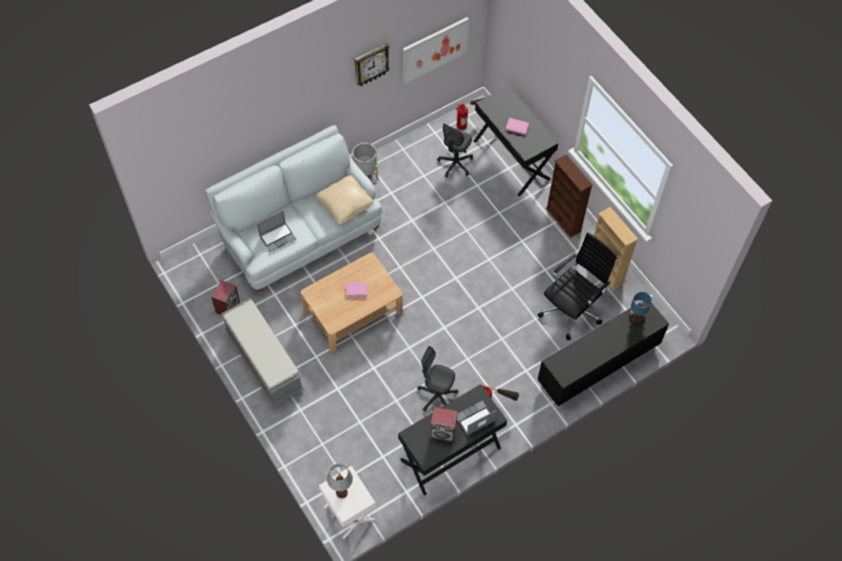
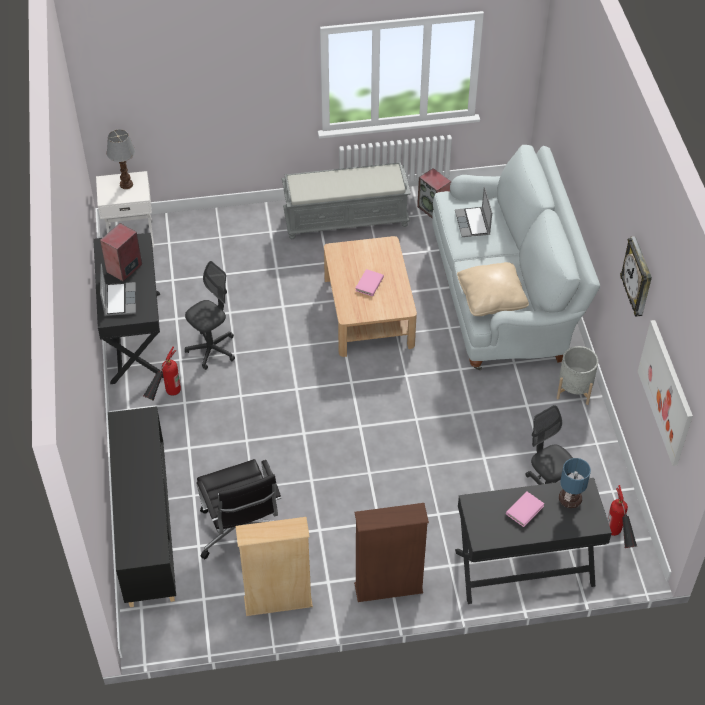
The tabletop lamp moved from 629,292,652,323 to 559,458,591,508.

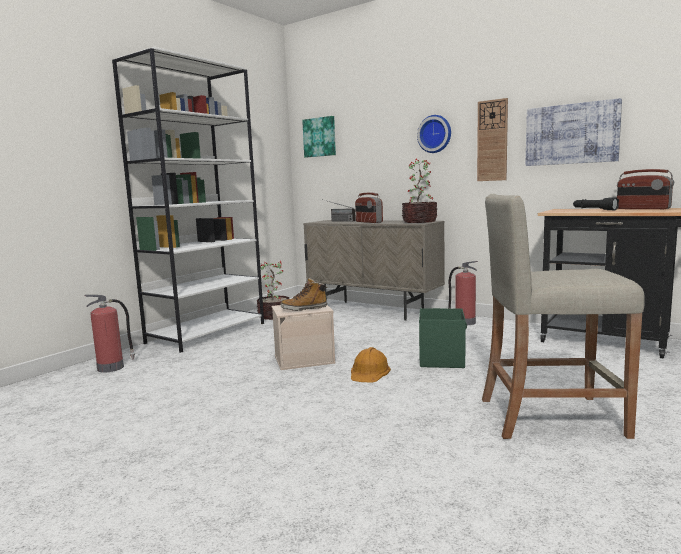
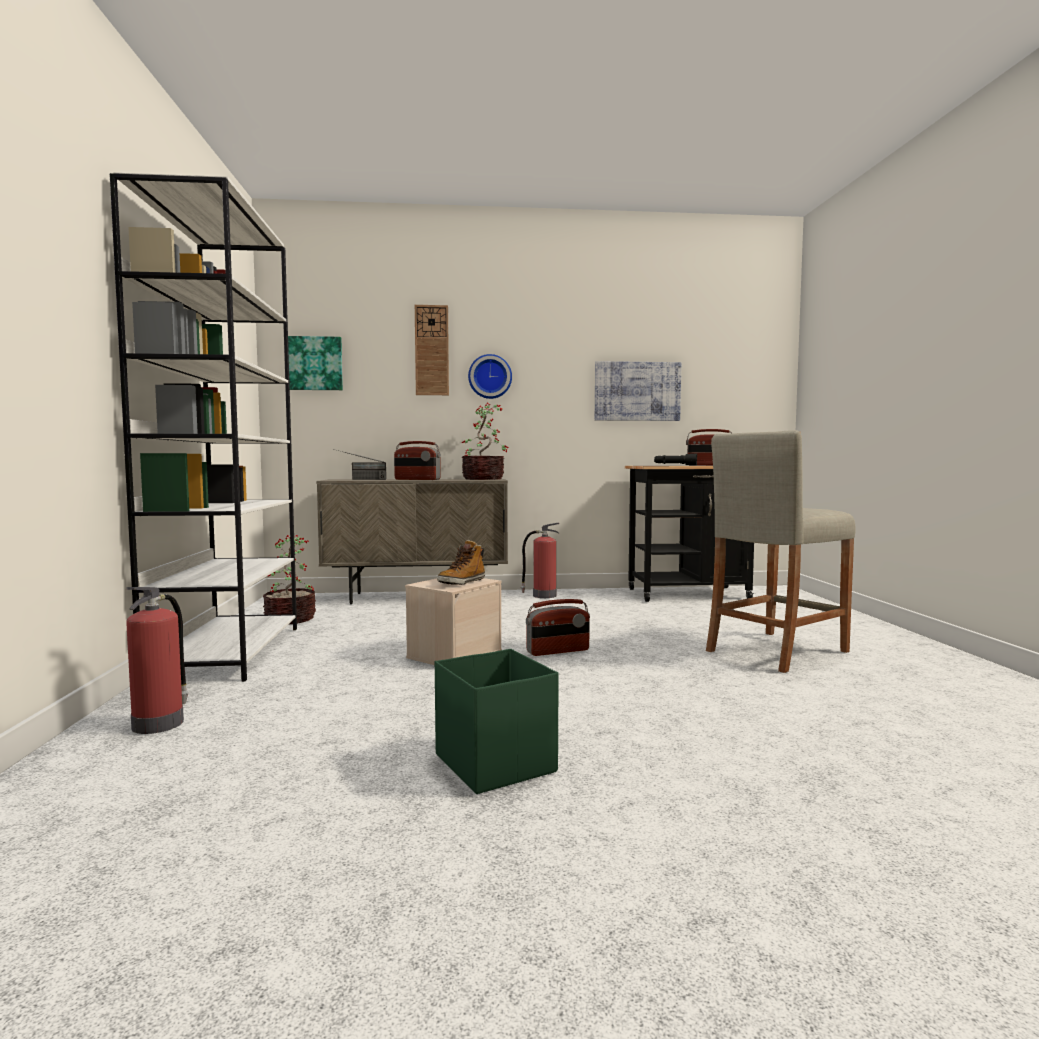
The hanging clock moved from 477,98,508,181 to 415,305,449,395.
The storage bin/green moved from 419,308,467,368 to 435,649,559,794.
The work helmet/orangey at 351,347,391,382 was replaced by the radio at 526,599,590,656.

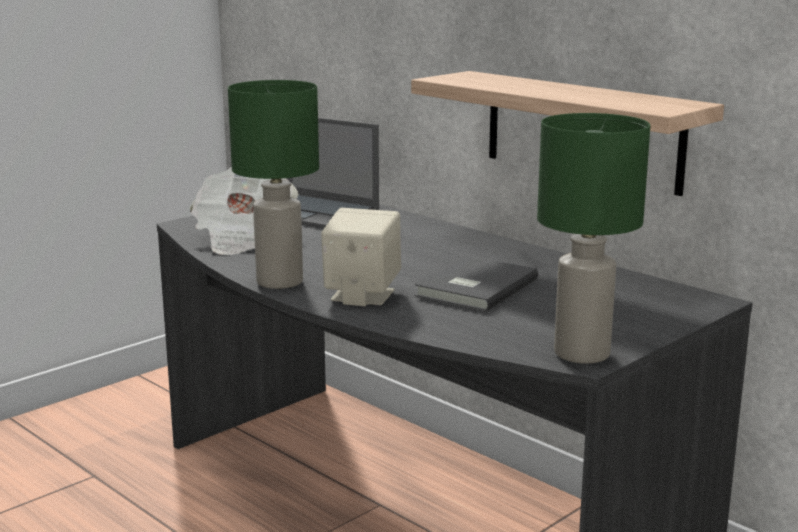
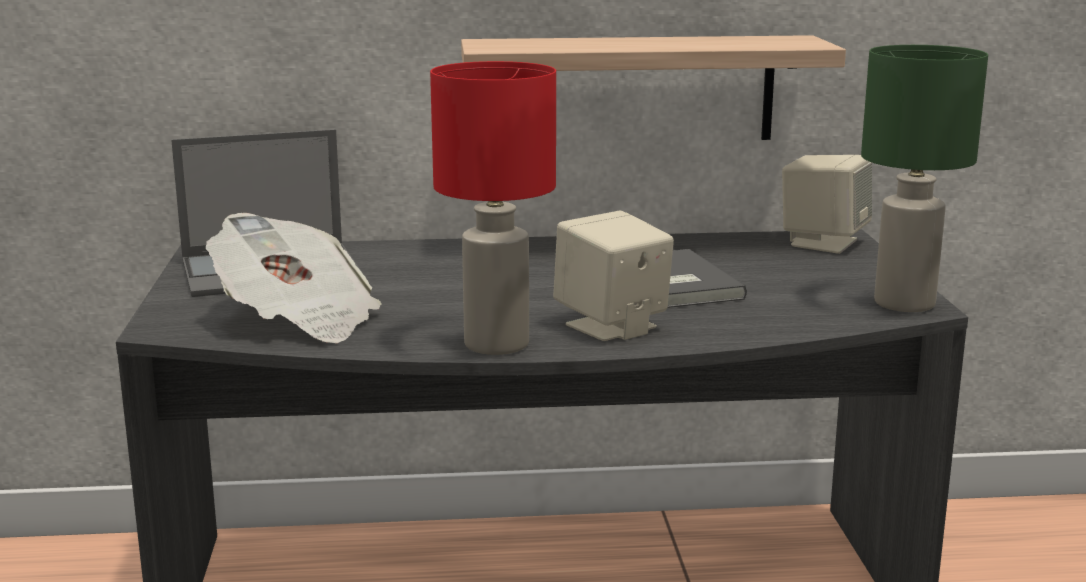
The tabletop lamp/green at 228,80,319,289 became the tabletop lamp/red at 430,61,556,355.
The audio speaker/beige-coloured at 782,155,872,254 appeared.

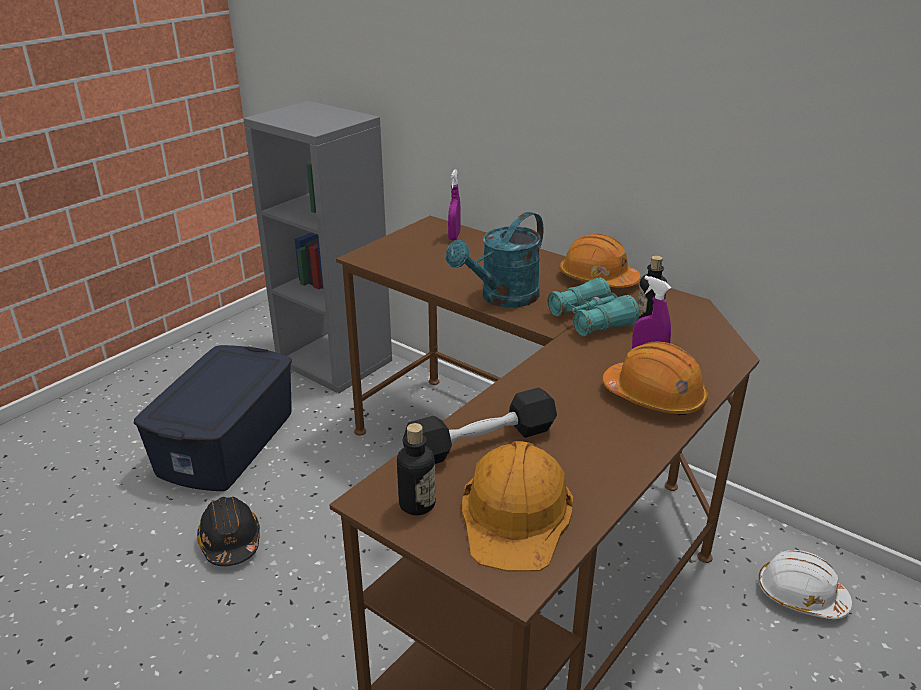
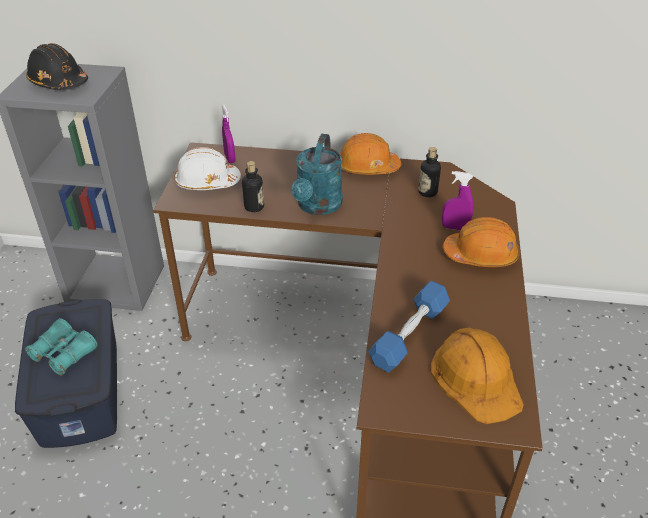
The pair of binoculars/blue-green moved from 547,278,639,336 to 25,318,97,375.
The work helmet/black-coloured moved from 197,497,260,566 to 26,43,88,90.
The work helmet/white moved from 758,550,852,619 to 174,147,241,190.
The beverage bottle moved from 397,423,436,515 to 242,161,264,212.
The dumbbell/black-coloured at 403,388,557,464 became the dumbbell/blue at 368,281,450,373.

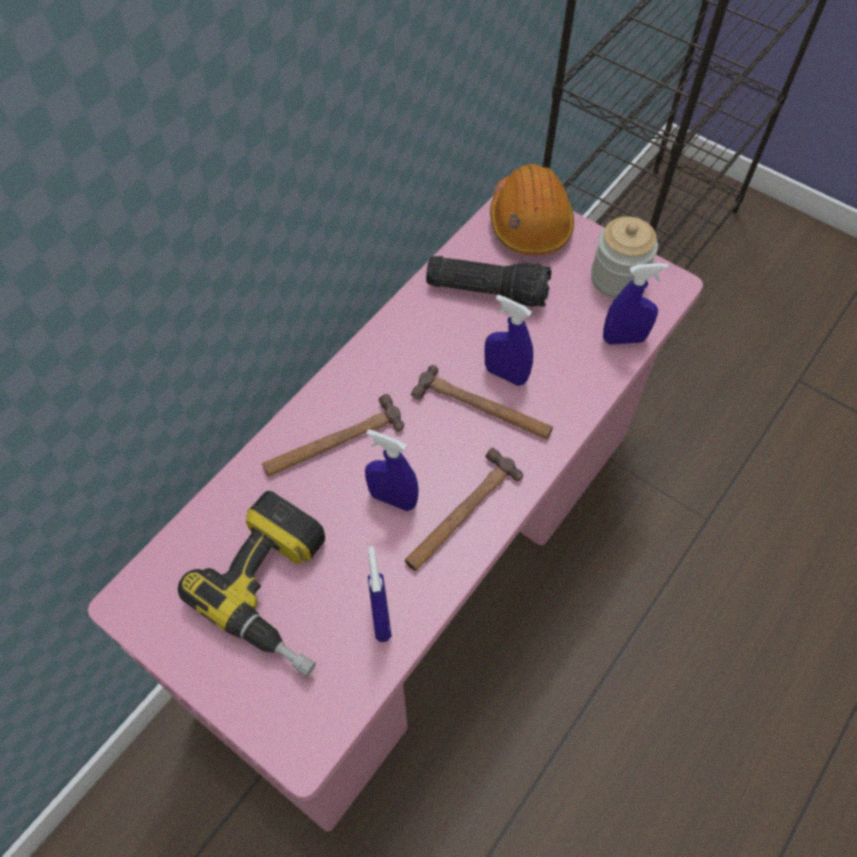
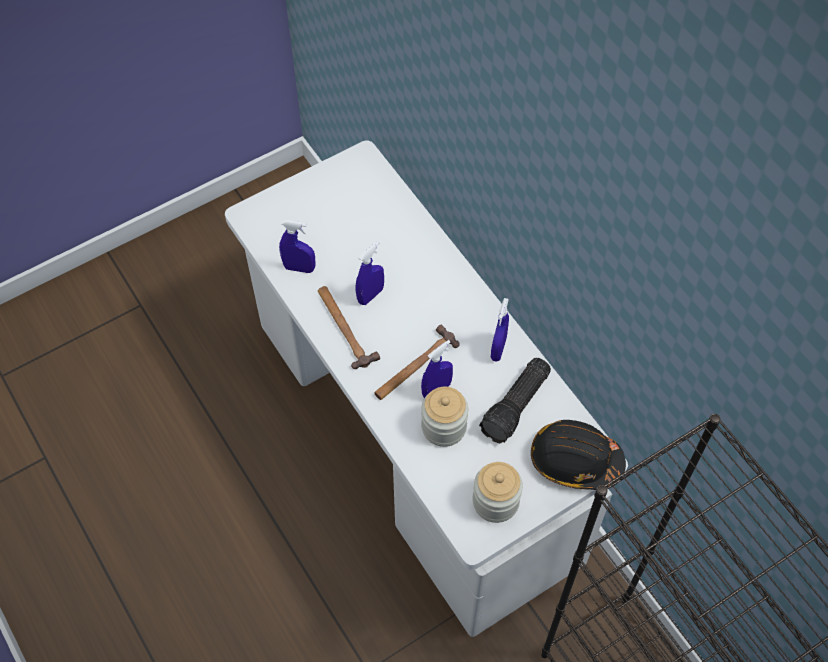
The desk/pink at 88,195,703,832 became the desk/white at 225,140,628,637.
The jar at 421,387,468,447 appeared.
The sprayer/blue moved from 603,263,669,344 to 491,298,509,362.
The work helmet/orangey at 490,164,574,255 became the work helmet/black-coloured at 531,420,626,490.
The drill at 178,491,325,677 disappeared.
The hammer at 262,394,404,477 disappeared.

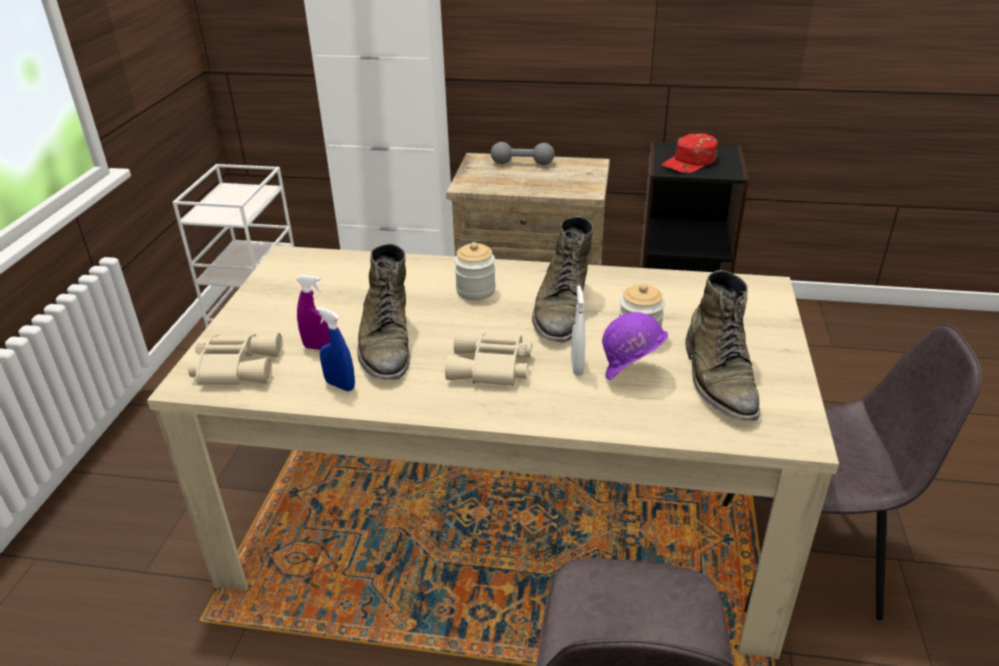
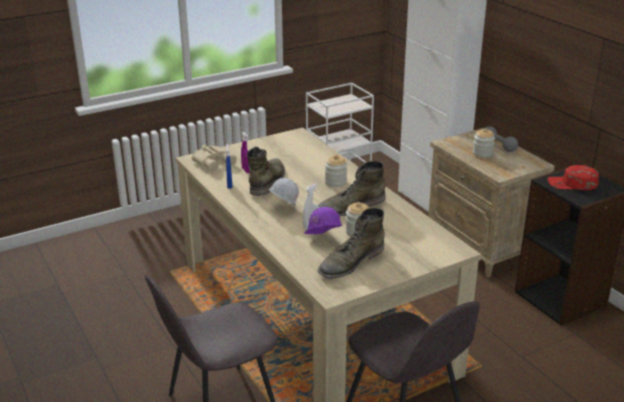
The tall boot/green at 357,243,410,380 turned 150 degrees clockwise.
The pair of binoculars/beige-coloured at 445,330,532,386 was replaced by the work helmet/white at 269,178,299,206.
The jar at 473,128,495,158 appeared.

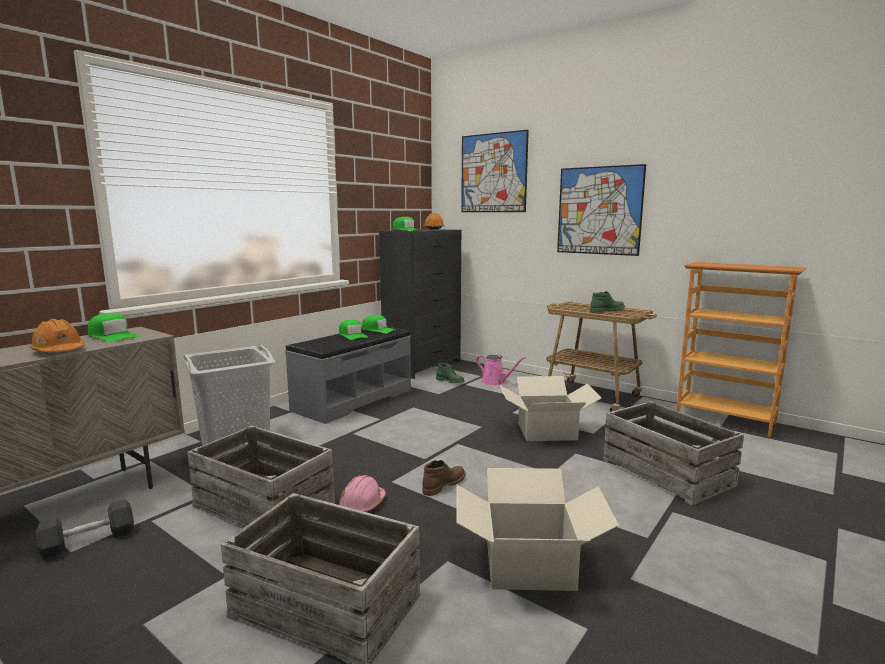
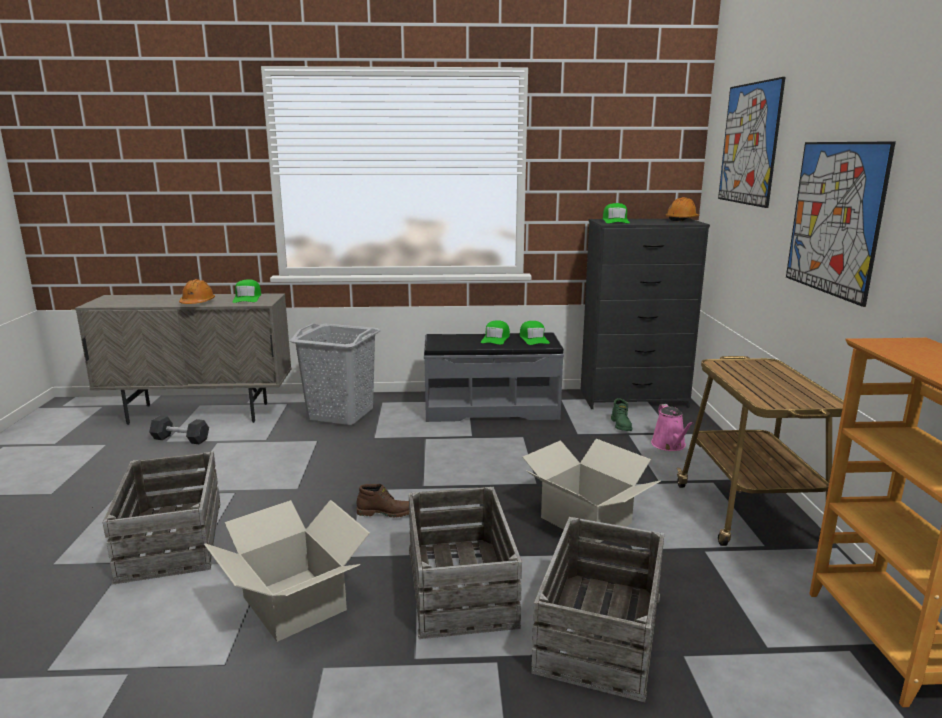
The packing crate moved from 188,425,335,536 to 409,487,522,639.
The work helmet/pink at 339,475,386,512 disappeared.
The tall boot/green at 590,291,625,313 disappeared.

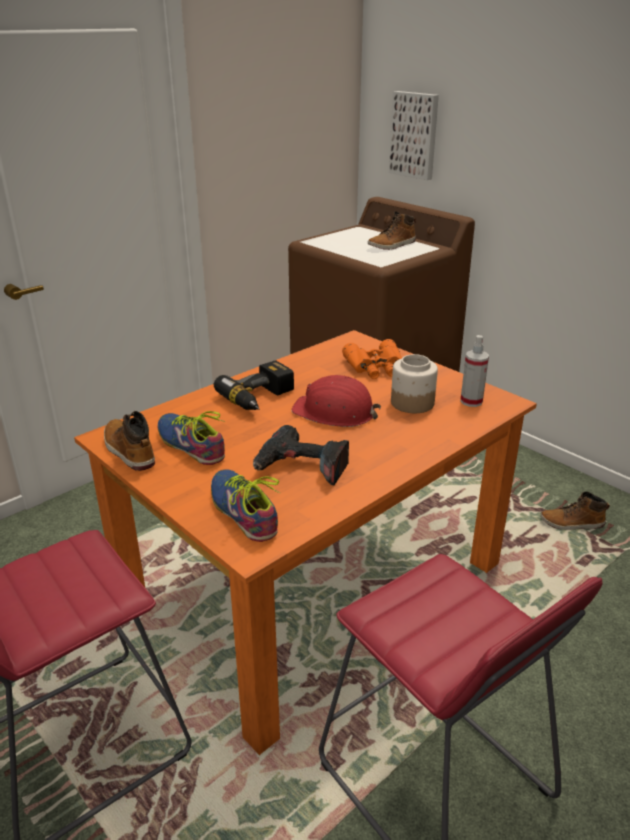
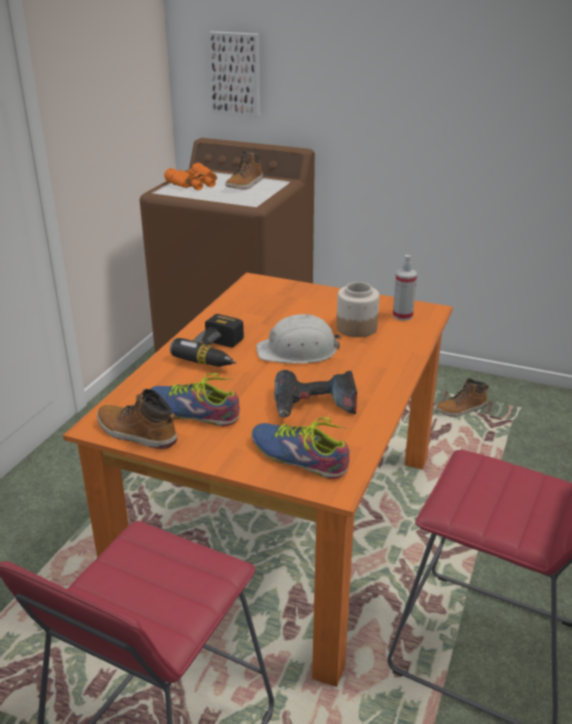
The pair of binoculars/orangey moved from 342,339,402,379 to 164,163,217,190.
The work helmet/red at 291,375,381,427 became the work helmet/white at 256,314,341,364.

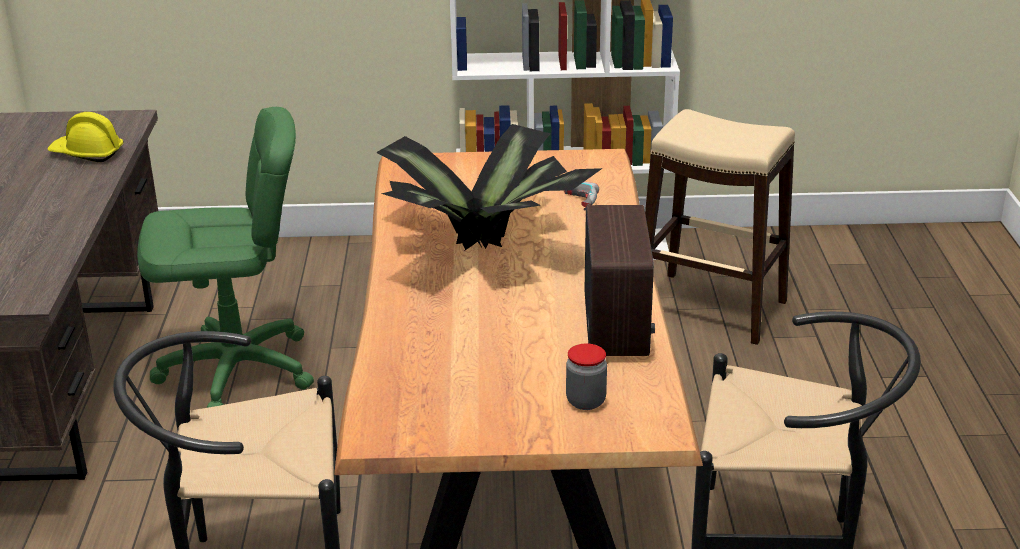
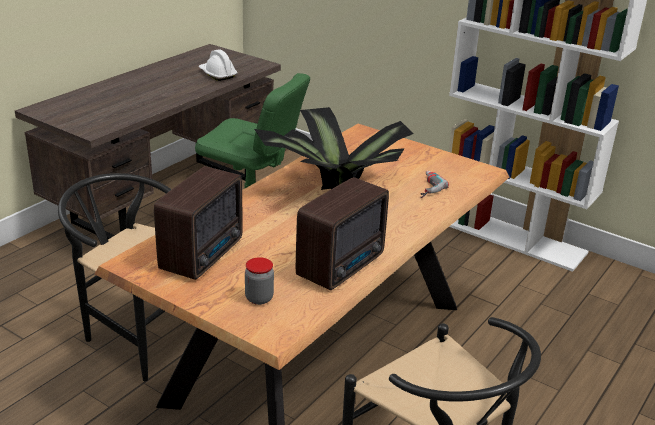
The radio at 154,166,242,280 appeared.
The work helmet/yellowish at 47,112,124,162 became the work helmet/white at 199,50,238,81.
The stool seat/beige-coloured at 645,109,795,345 disappeared.

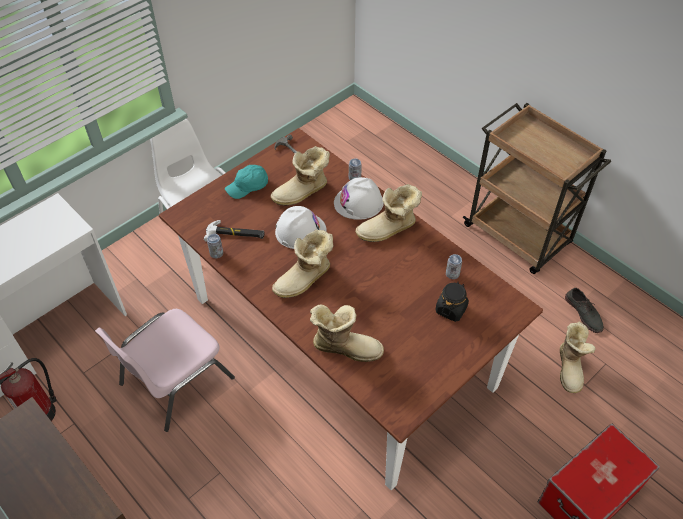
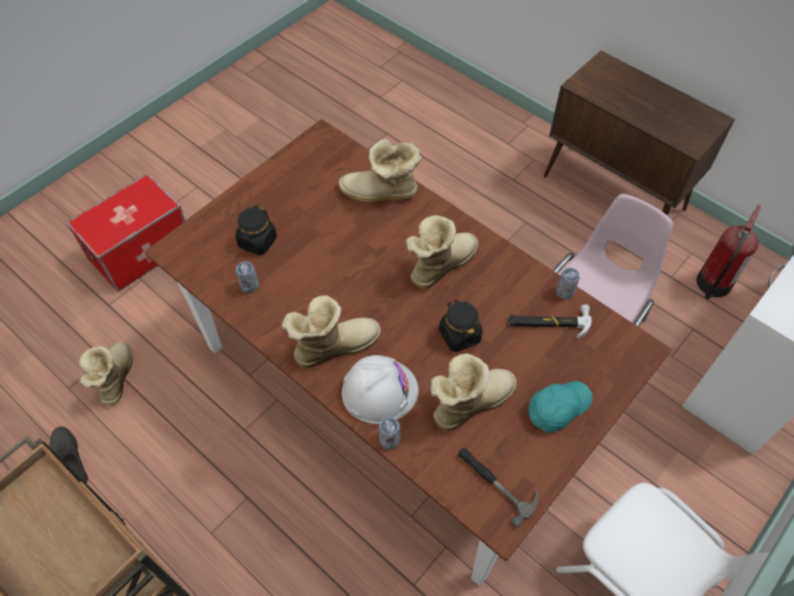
The work helmet/white at 275,206,327,249 was replaced by the jar/black-coloured at 439,299,483,352.

